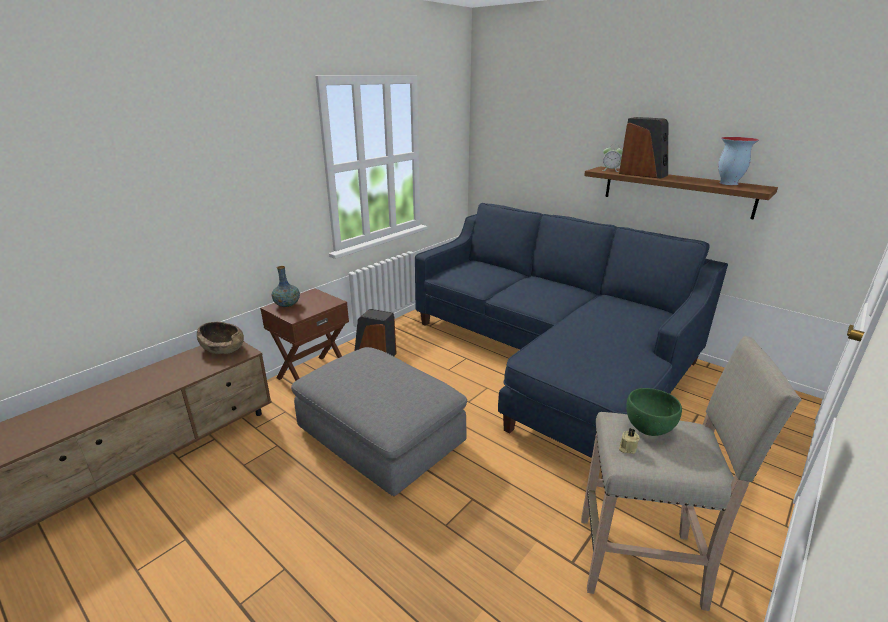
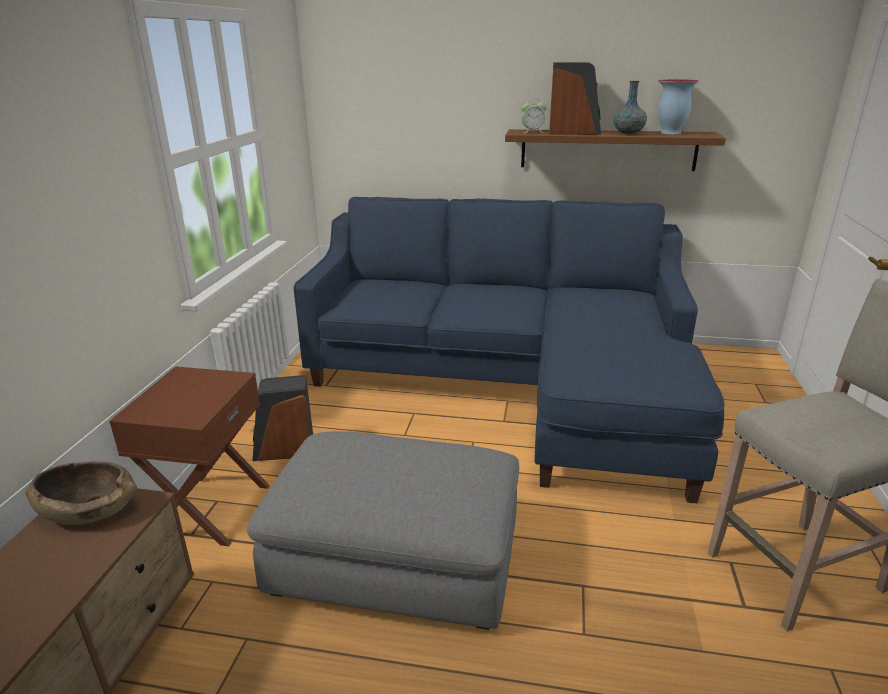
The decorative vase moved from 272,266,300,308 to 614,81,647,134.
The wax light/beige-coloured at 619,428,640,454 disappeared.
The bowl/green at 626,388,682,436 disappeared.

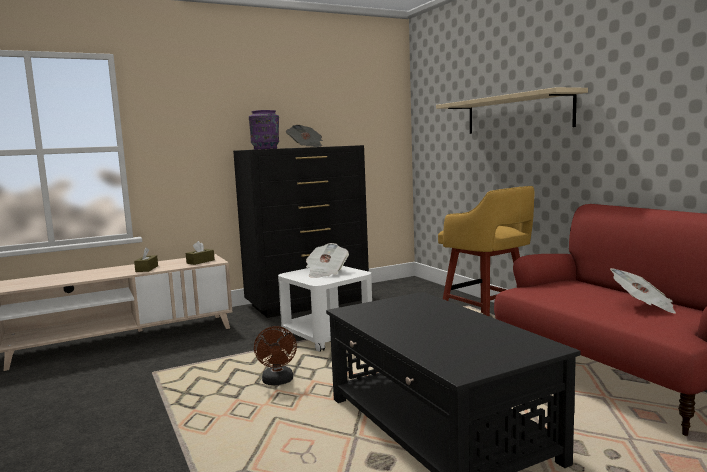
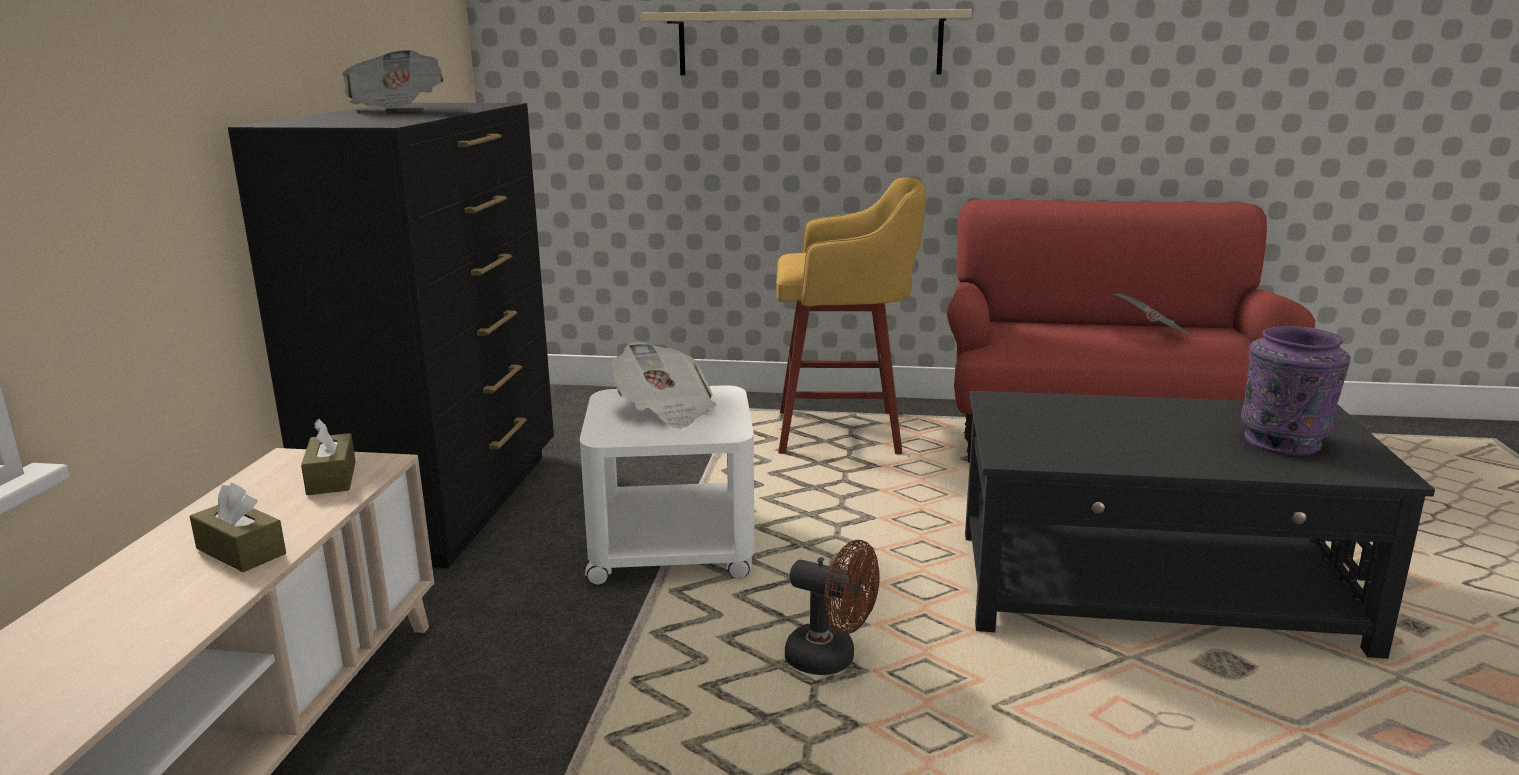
The decorative vase/purple moved from 249,110,279,150 to 1241,326,1351,456.

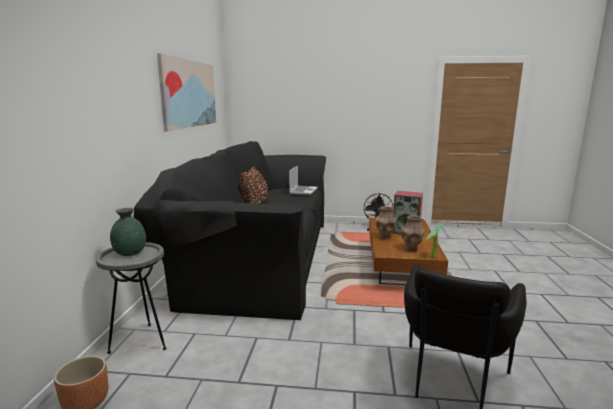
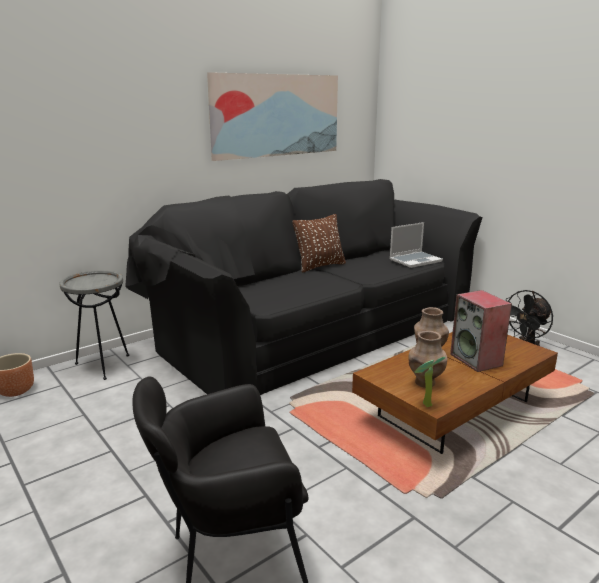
The decorative vase/green at 110,208,146,256 disappeared.

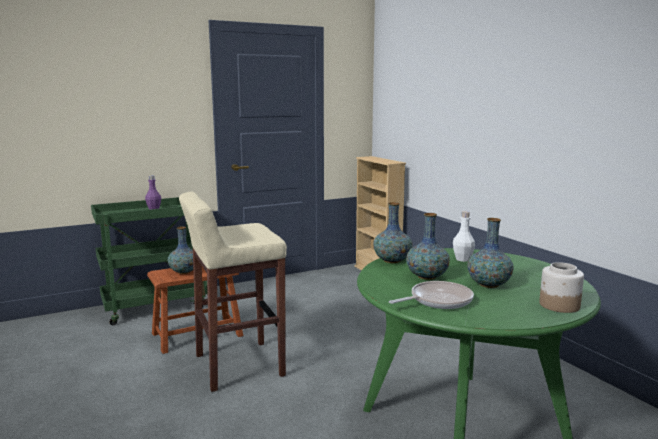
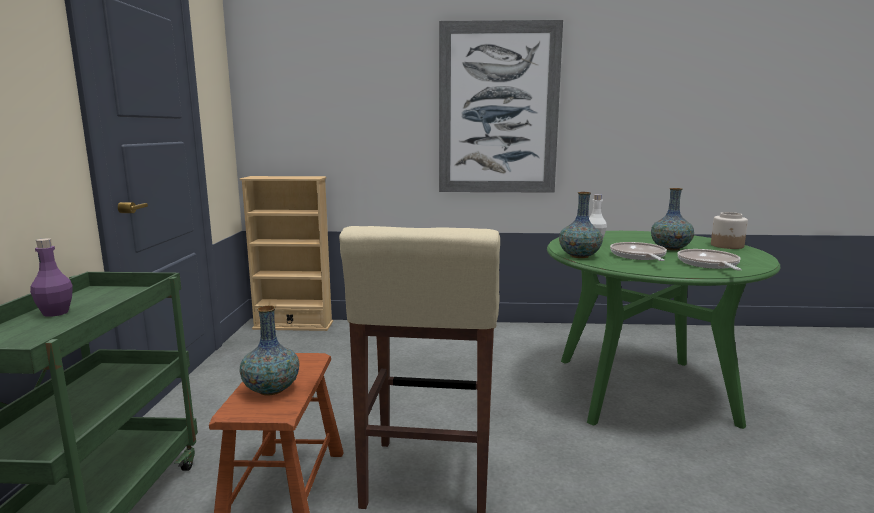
The wall picture at 439,20,563,193 appeared.
The decorative vase at 406,213,450,280 was replaced by the frying pan at 610,242,667,261.

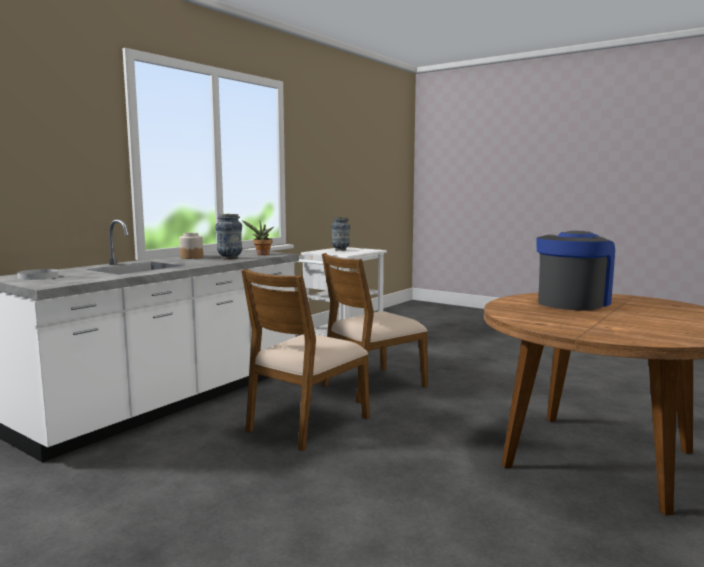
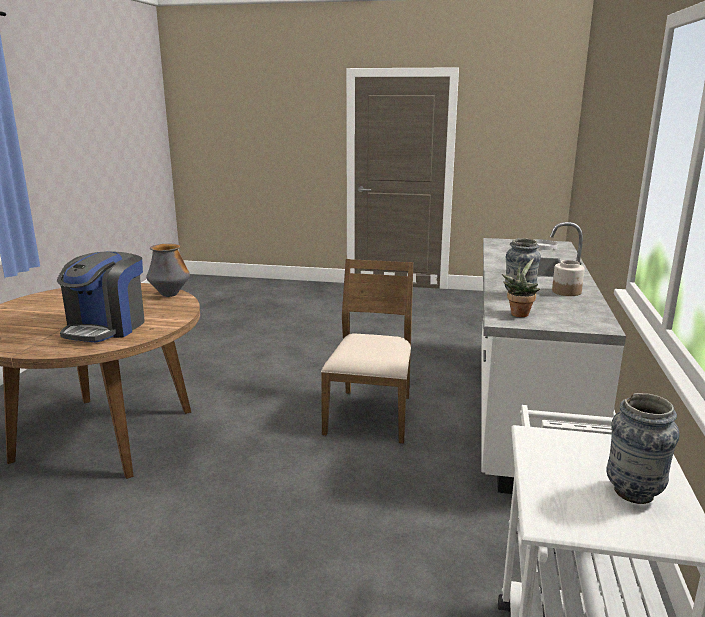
The decorative vase at 146,244,190,297 appeared.
The plain chair/brownish at 322,253,428,403 disappeared.

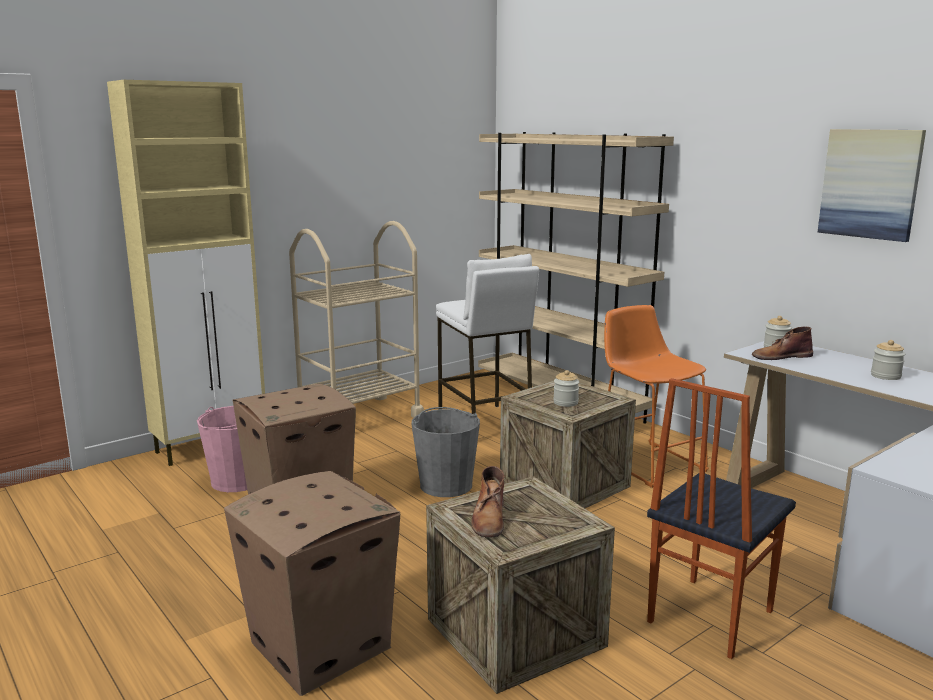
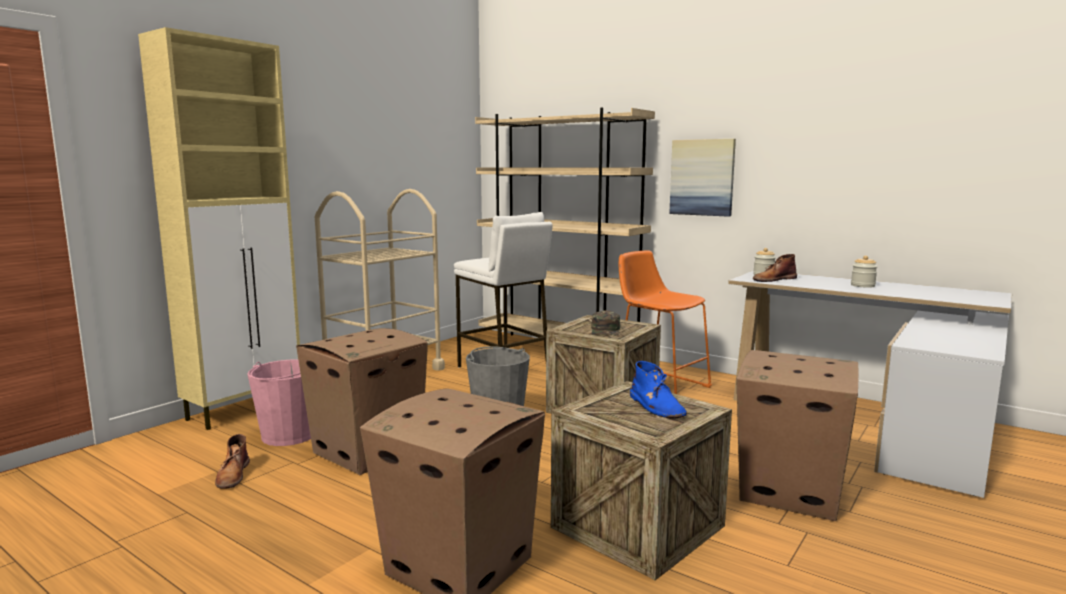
The tall boot/brownish moved from 471,466,504,538 to 215,434,250,489.
The jar at 553,370,579,407 was replaced by the peaked cap/green at 591,310,620,335.
The tall boot/blue at 630,361,687,419 appeared.
The wall picture moved from 817,129,926,242 to 669,139,736,217.
The plain chair at 647,378,796,659 was replaced by the carton at 736,350,859,521.

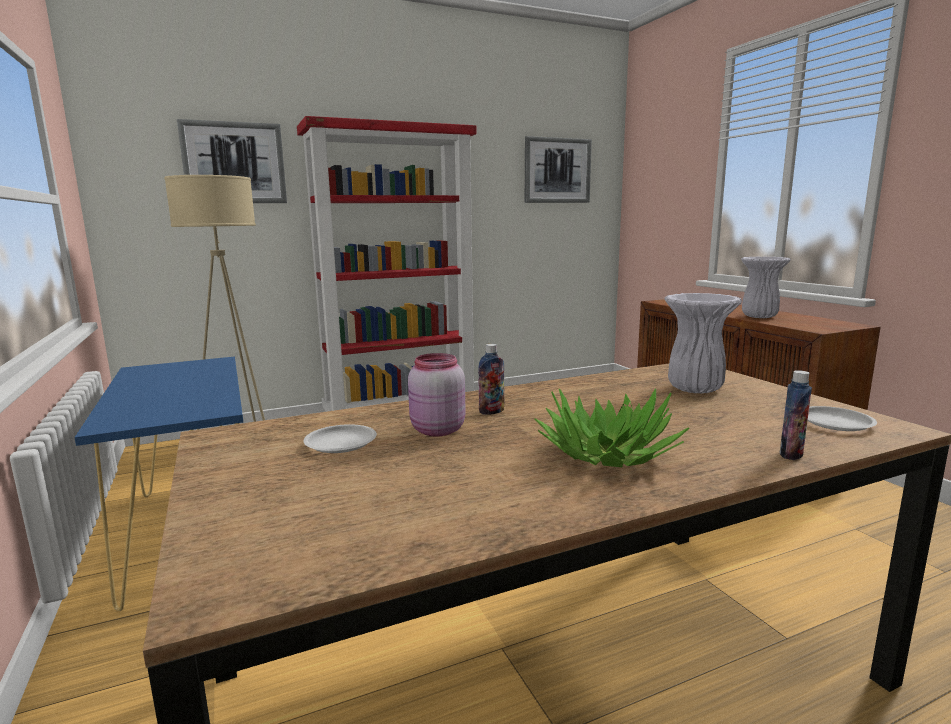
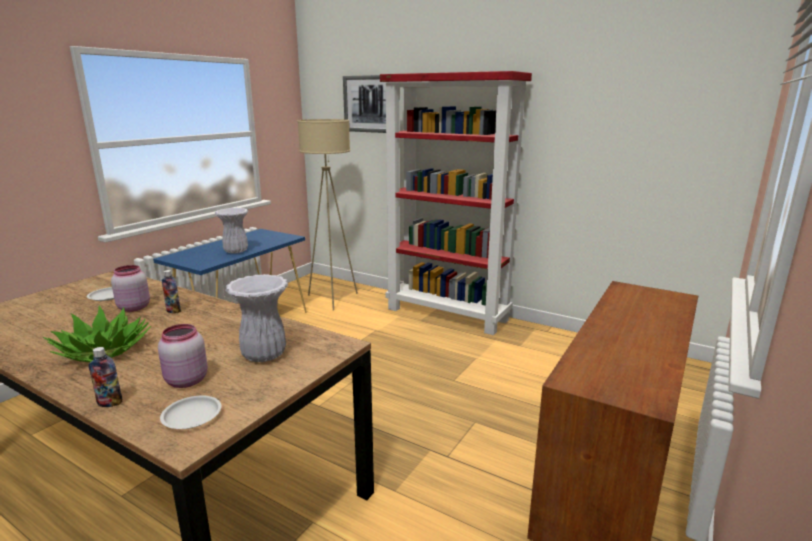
The jar/pink at 158,324,208,388 appeared.
The decorative vase/white moved from 741,257,791,318 to 215,208,248,254.
The wall picture at 525,136,592,203 disappeared.

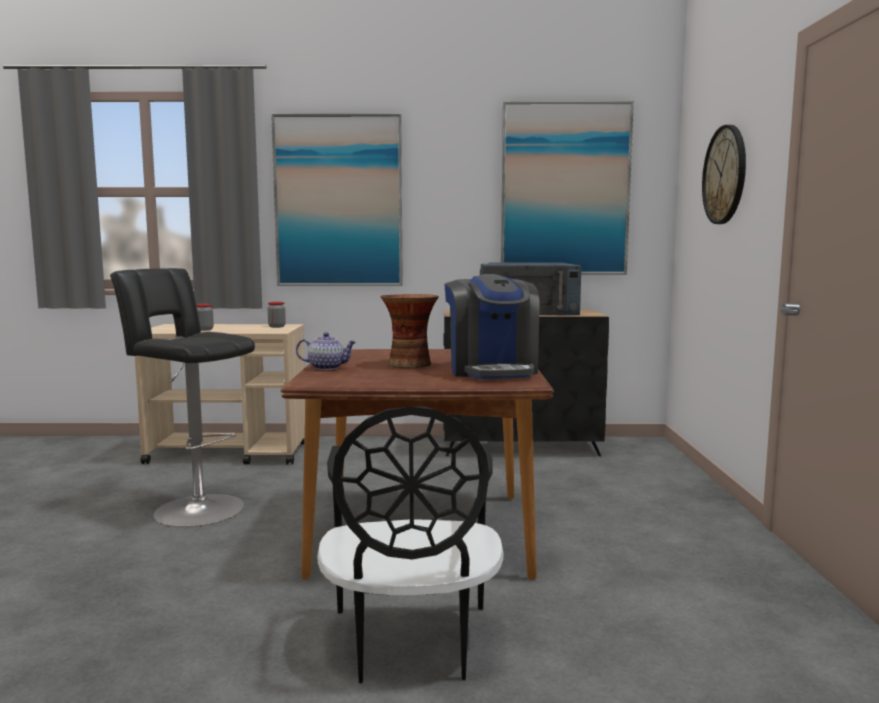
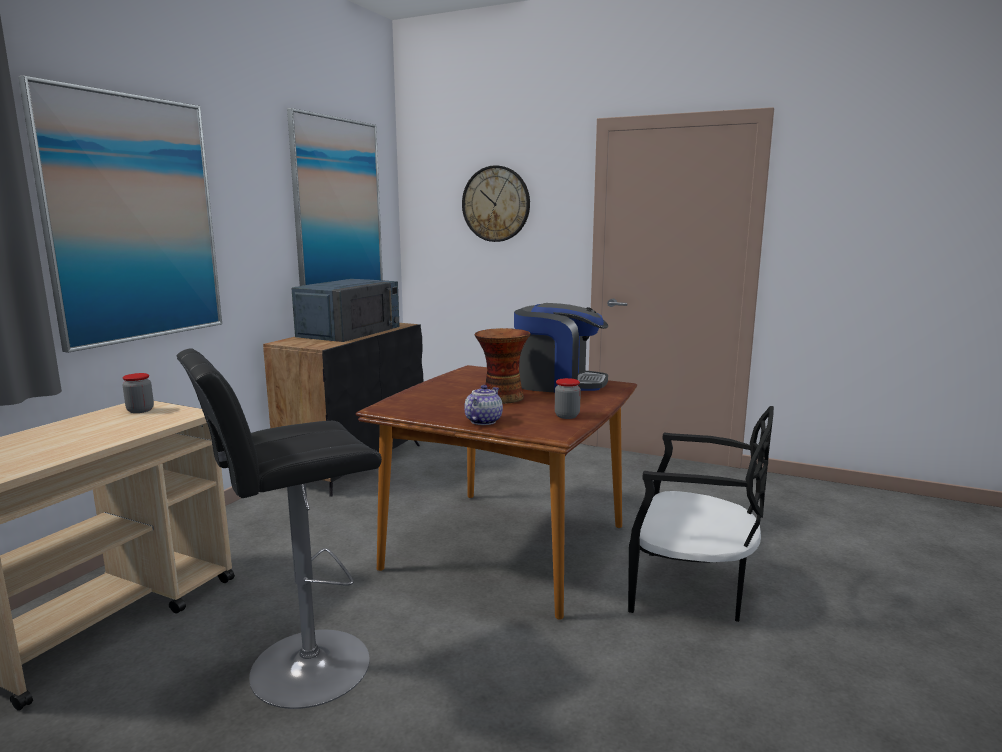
The jar moved from 196,304,214,331 to 555,378,581,419.

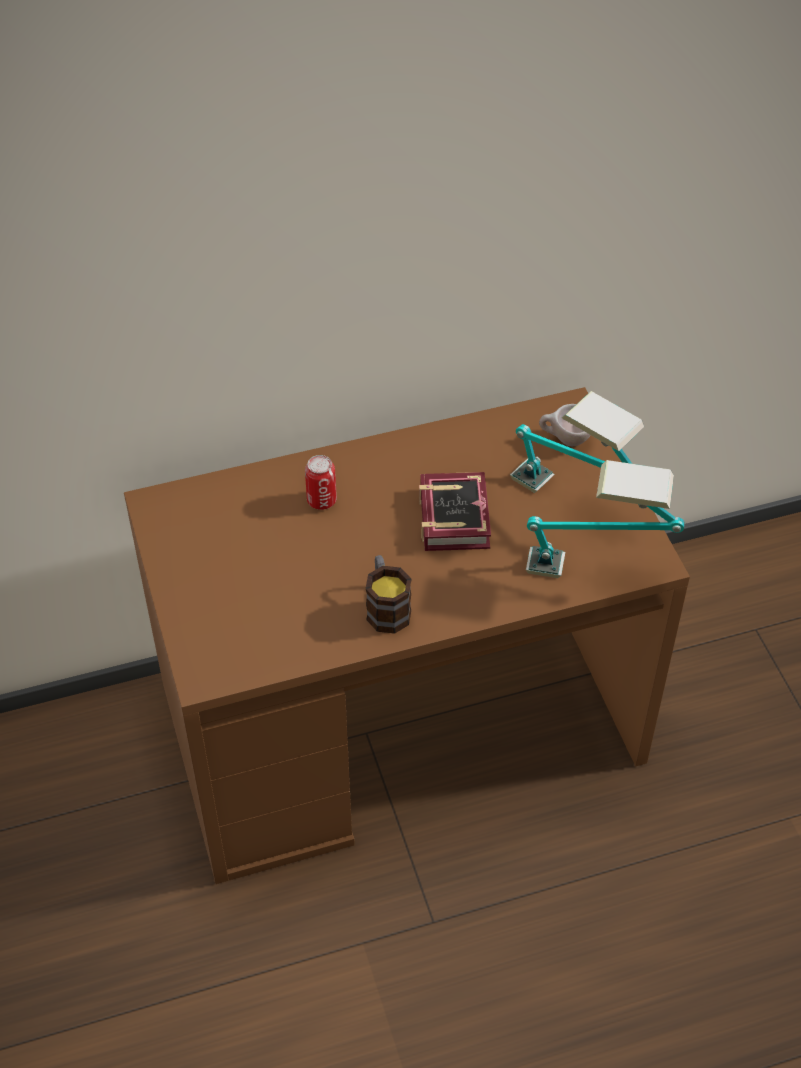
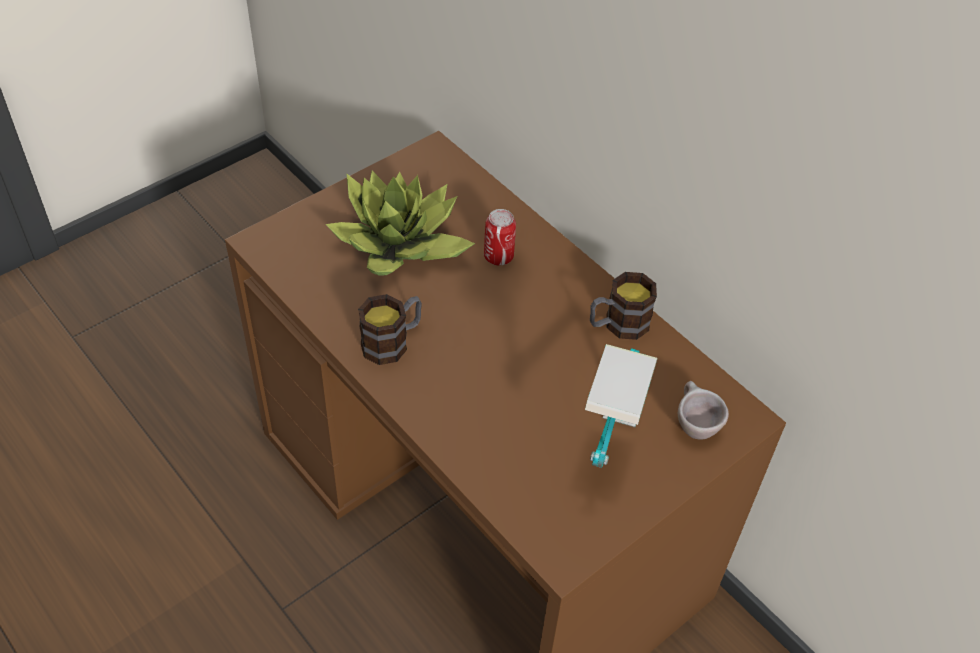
The potted plant at 326,170,475,276 appeared.
The mug at 590,272,657,340 appeared.
The bound book at 419,472,491,551 disappeared.
The tabletop lamp at 526,460,685,578 disappeared.

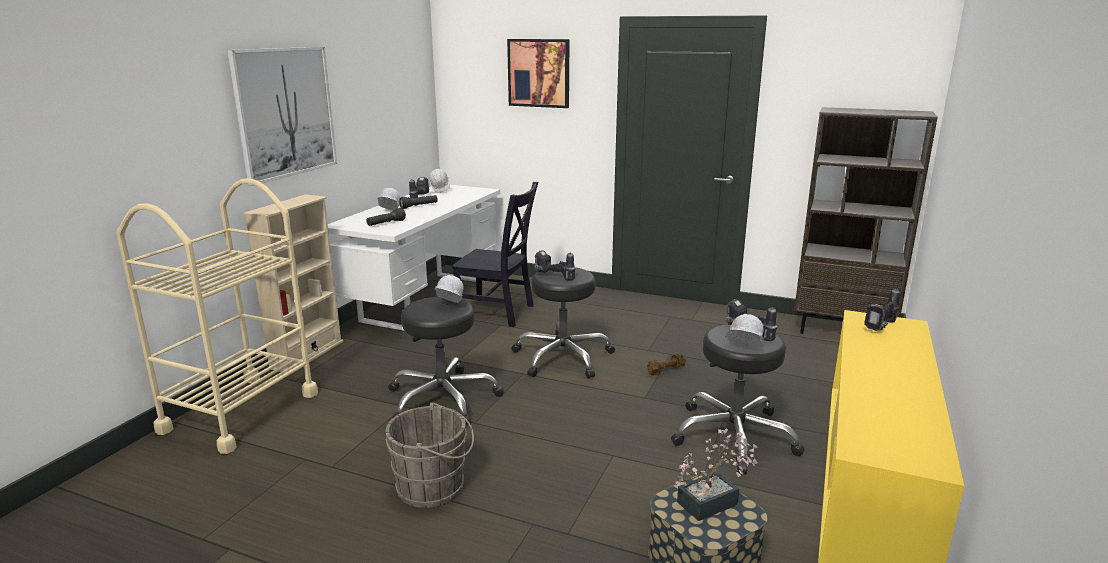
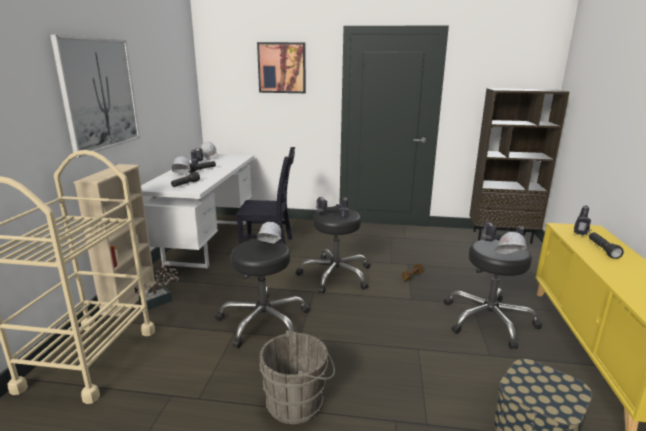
The potted plant moved from 675,428,758,521 to 132,264,179,310.
The hand torch/black-coloured at 589,232,624,259 appeared.

